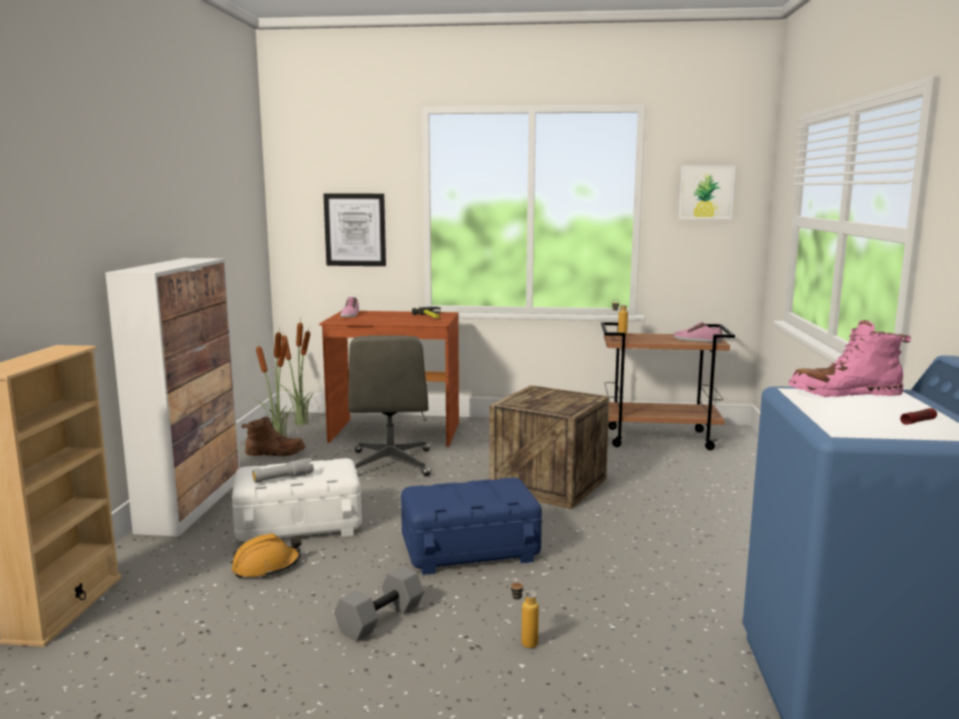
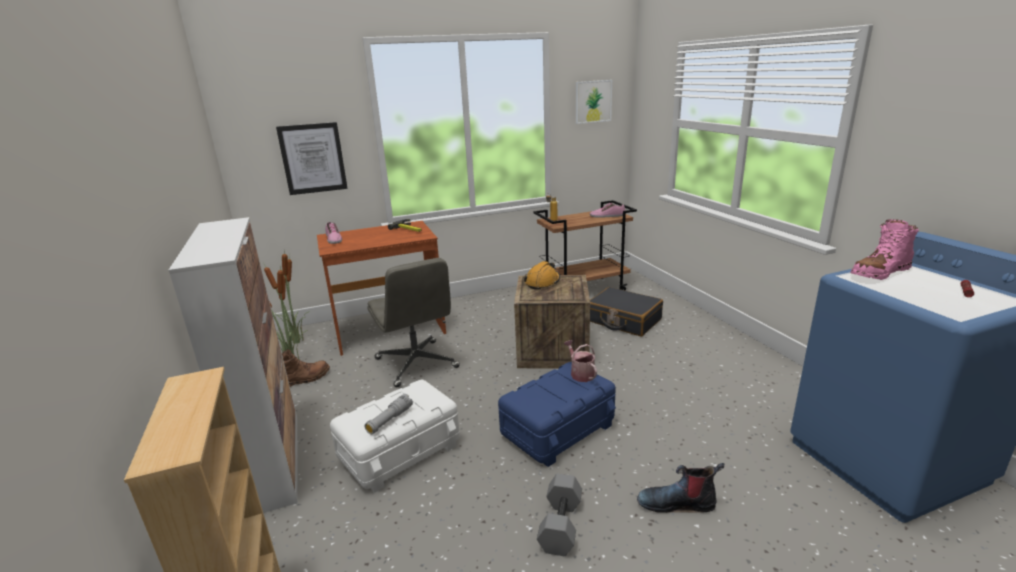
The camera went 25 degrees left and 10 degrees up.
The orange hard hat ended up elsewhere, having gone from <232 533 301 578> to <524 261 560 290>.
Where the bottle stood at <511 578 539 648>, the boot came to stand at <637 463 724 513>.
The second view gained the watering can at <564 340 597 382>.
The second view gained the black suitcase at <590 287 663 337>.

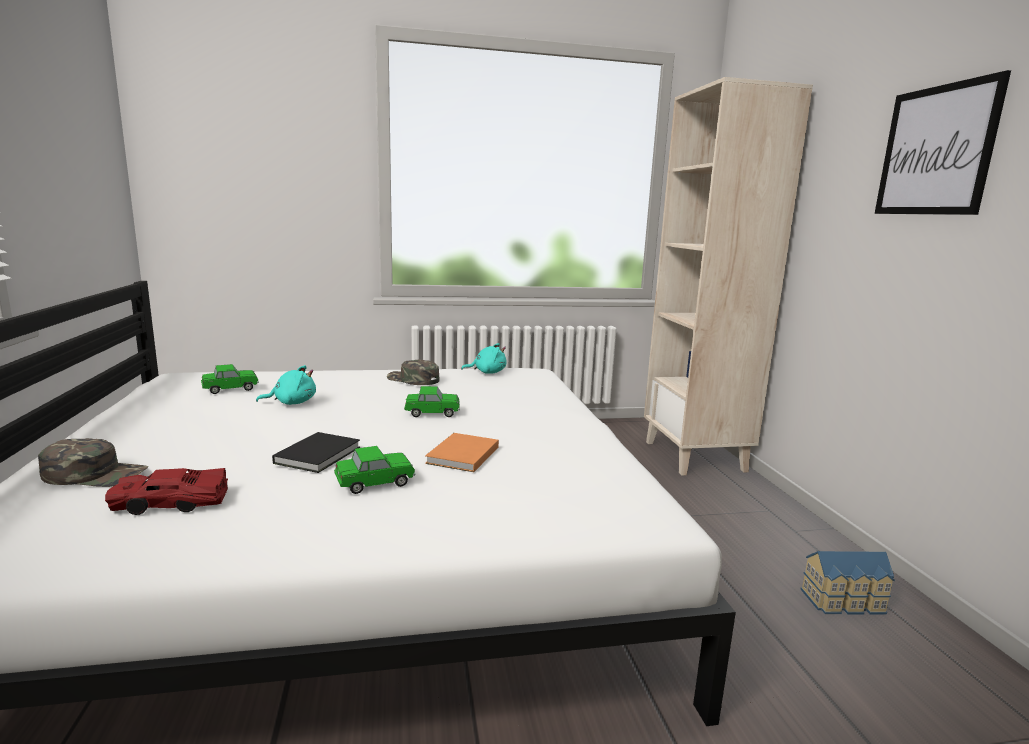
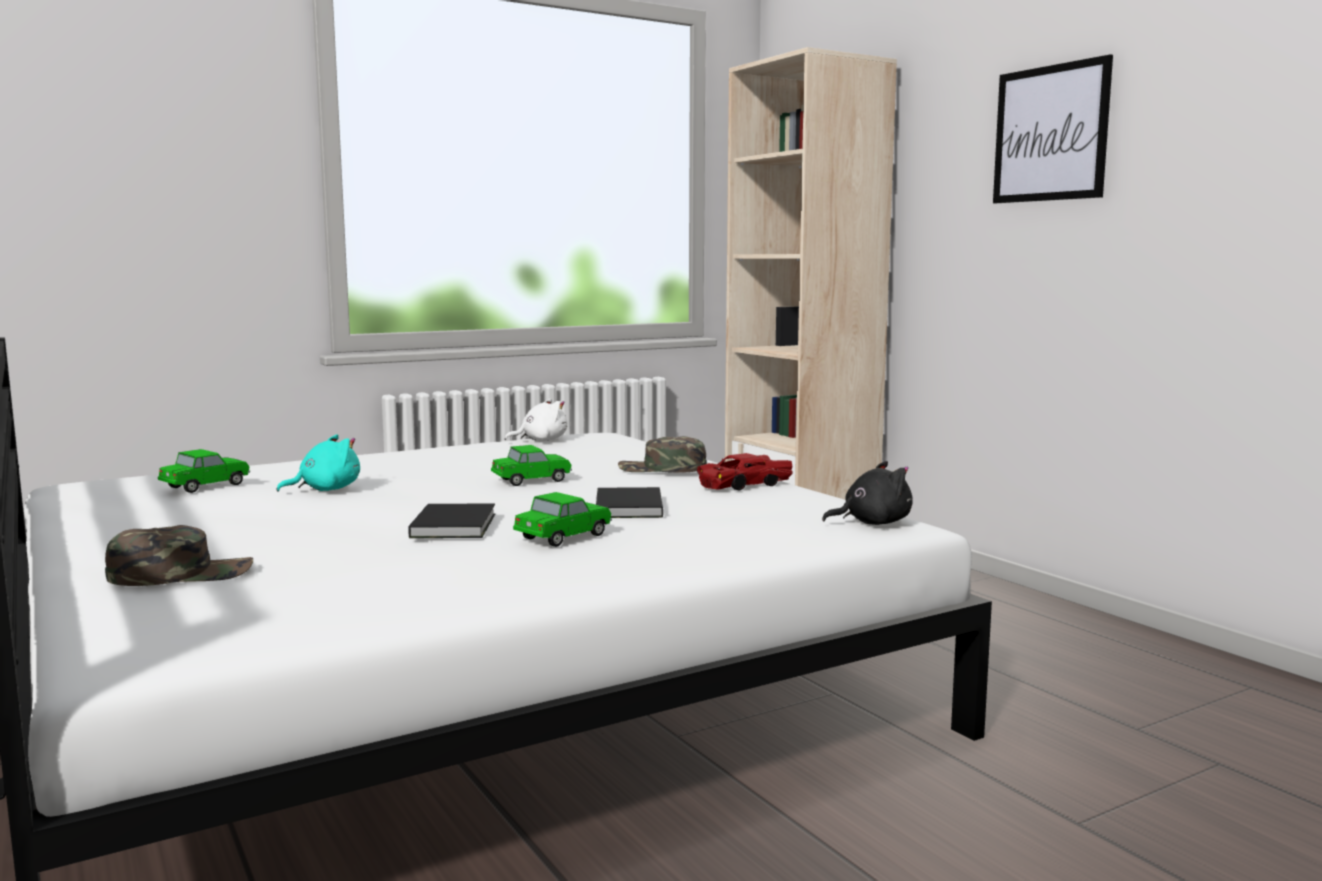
The camera went 20 degrees left and 5 degrees down.
The red toy car ended up elsewhere, having gone from <105 468 228 515> to <697 453 793 491>.
The green cap ended up elsewhere, having gone from <387 360 440 385> to <618 436 707 473>.
What was the orange book at <425 433 499 472> turned into the black book at <596 487 663 518>.
What was the turquoise plush toy at <461 343 507 374> turned into the white plush toy at <505 399 567 441>.
The second view lost the toy house at <801 551 895 614>.
The second view gained the black plush toy at <822 461 913 525>.

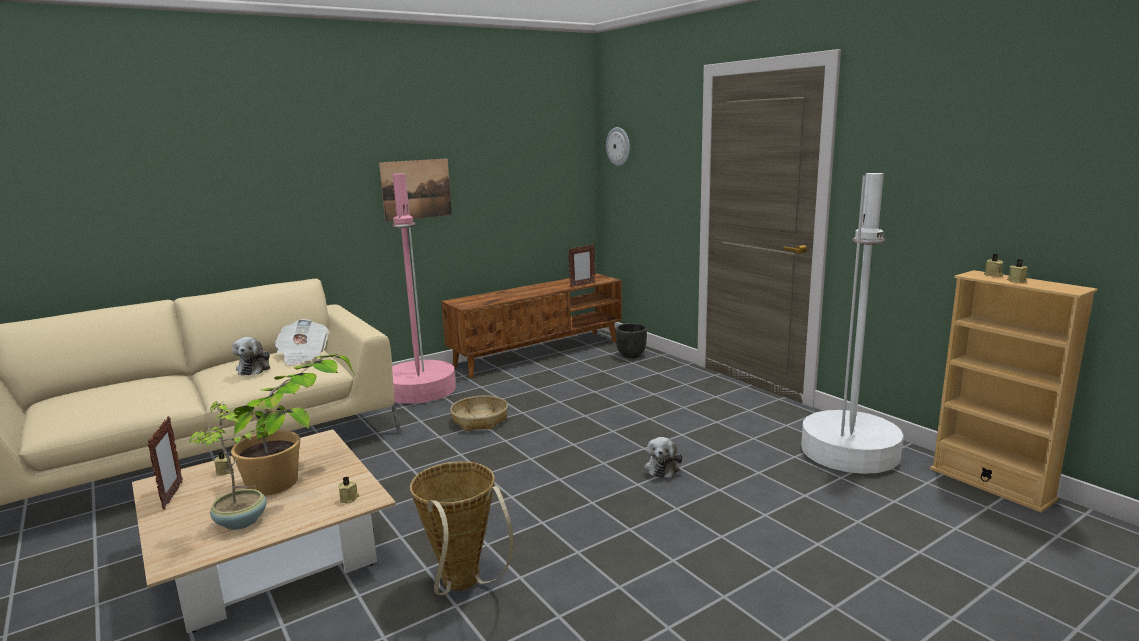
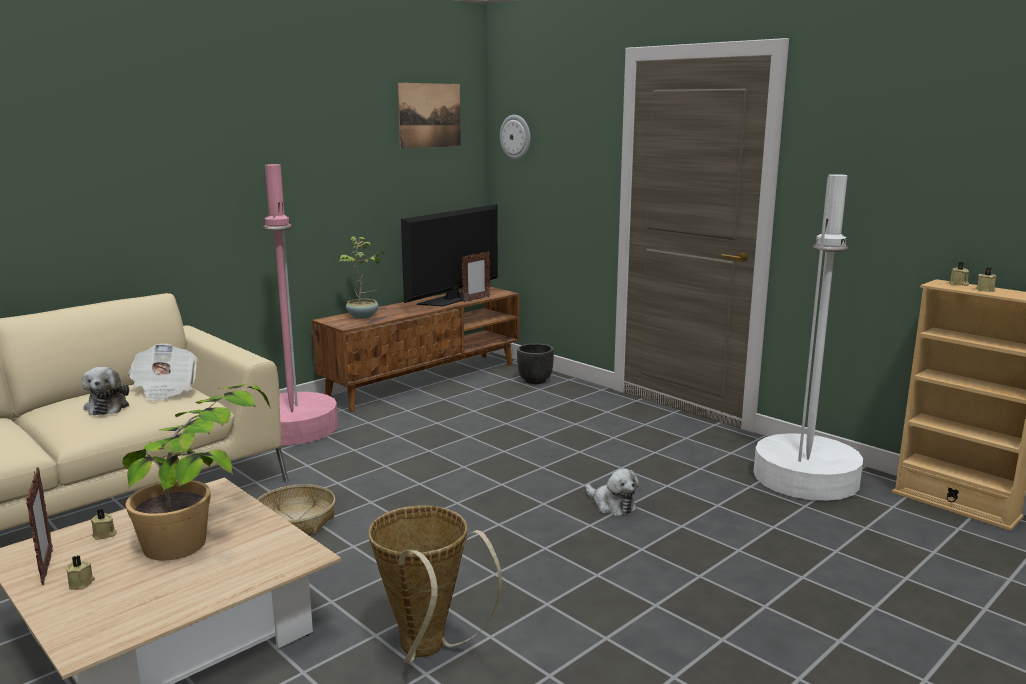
The camera went 10 degrees left and 0 degrees up.
The potted plant ended up elsewhere, having gone from <188 401 273 530> to <339 236 384 319>.
The beige candle ended up elsewhere, having gone from <338 477 359 503> to <66 555 95 590>.
The picture ended up elsewhere, having gone from <379 158 452 222> to <398 83 461 149>.
The basket ended up elsewhere, having gone from <450 395 508 431> to <257 484 335 535>.
The plush toy at <645 437 682 478> ended up facing another way, 45 degrees counterclockwise from before.
The second view gained the television at <401 204 498 307>.

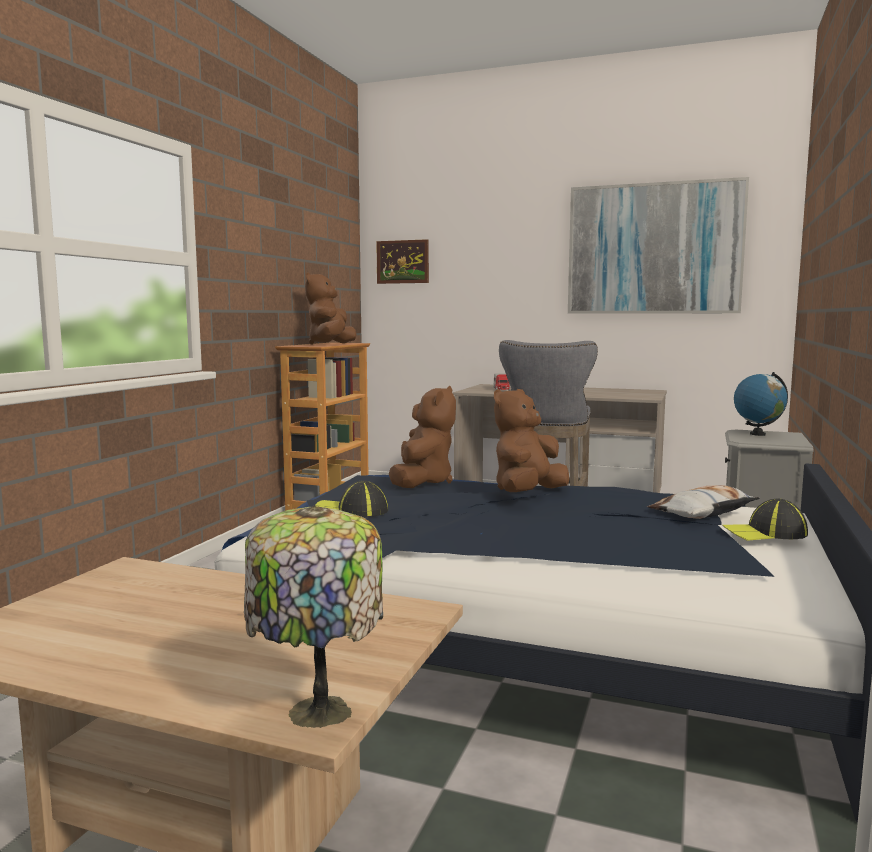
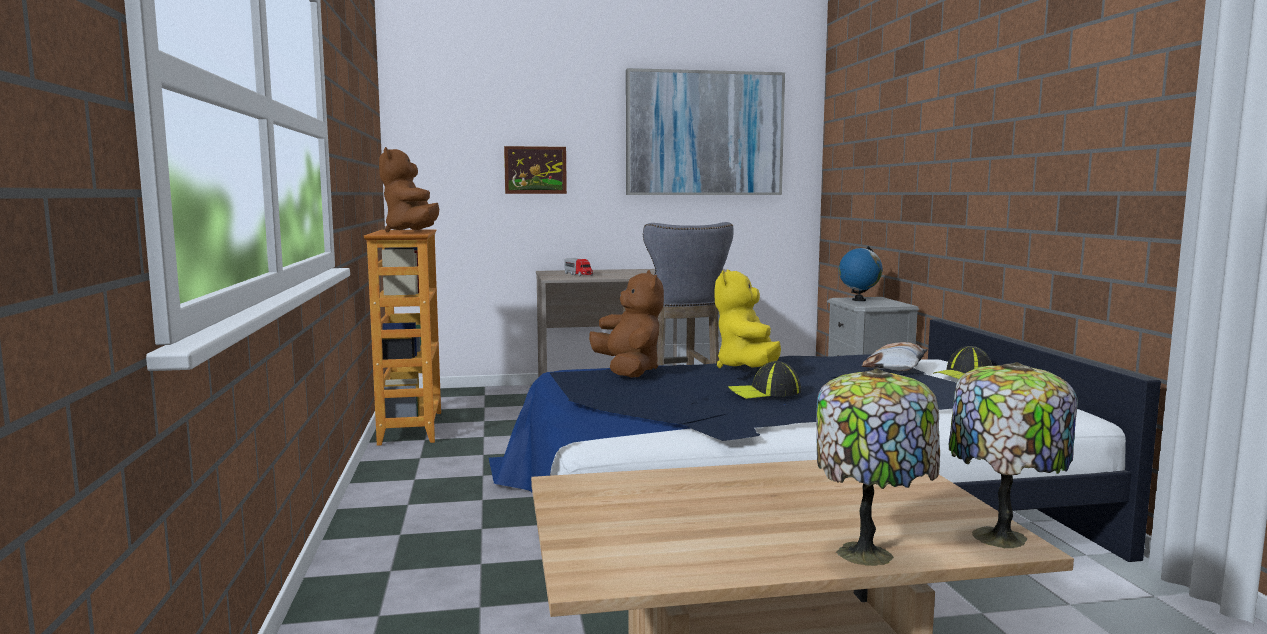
The camera went 30 degrees left and 0 degrees up.
The cap ended up elsewhere, having gone from <315 481 388 517> to <728 361 801 399>.
The picture ended up elsewhere, having gone from <376 239 429 284> to <504 146 567 194>.
What was the brown plush toy at <494 389 569 492> turned into the yellow plush toy at <714 270 781 368>.
The second view gained the table lamp at <816 369 940 566>.

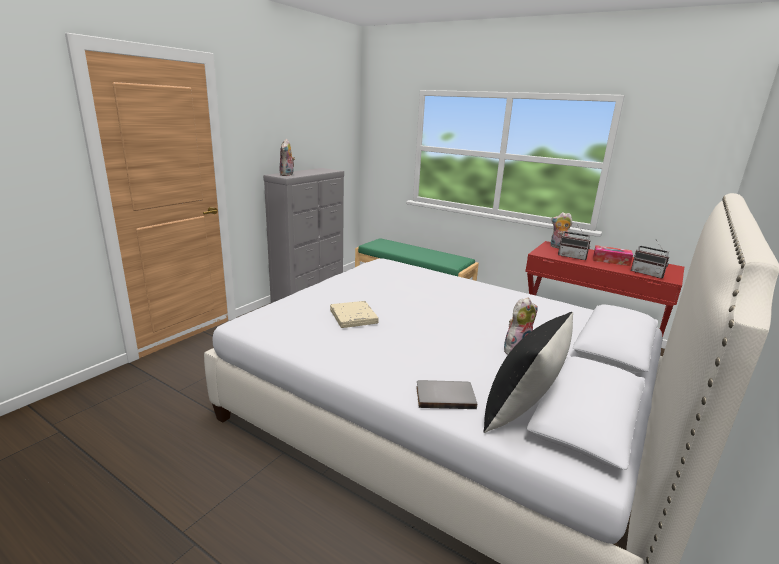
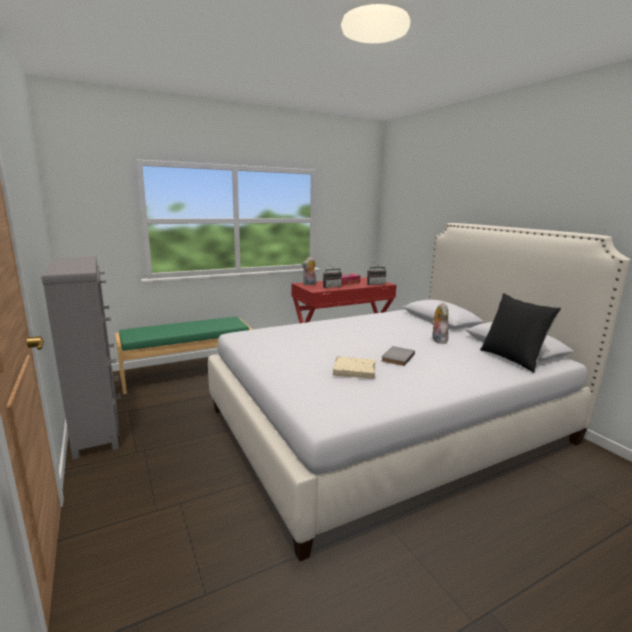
The camera went 60 degrees left and 5 degrees down.
The second view lost the plush toy at <280 139 295 176>.
The grey book ended up elsewhere, having gone from <416 380 477 409> to <381 346 415 366>.

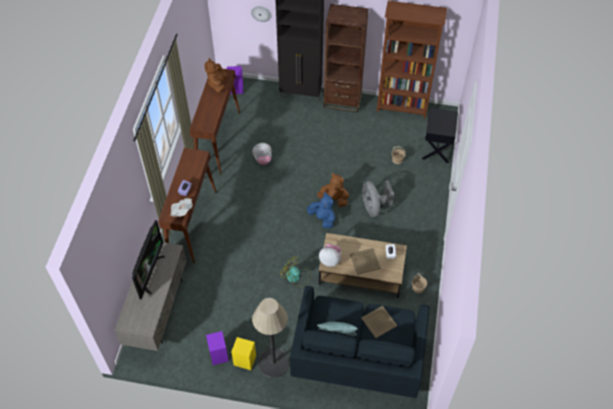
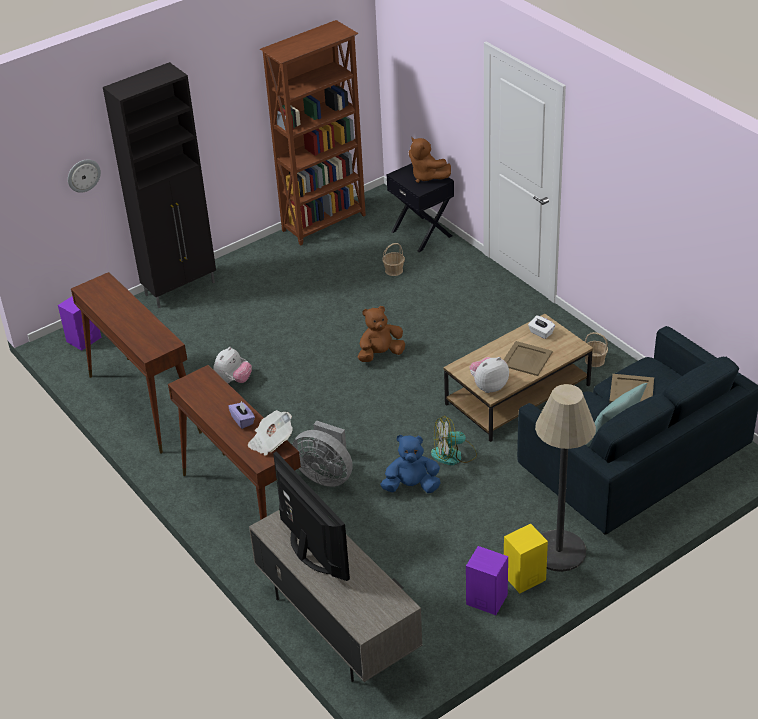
The camera went 45 degrees left and 15 degrees down.
The brown plush toy ended up elsewhere, having gone from <204 58 227 93> to <409 137 451 183>.
The blue plush toy ended up elsewhere, having gone from <307 192 335 228> to <380 435 441 493>.
The second view lost the brown bookcase at <323 4 369 112>.
The grey fan ended up elsewhere, having gone from <362 180 394 217> to <292 421 353 487>.

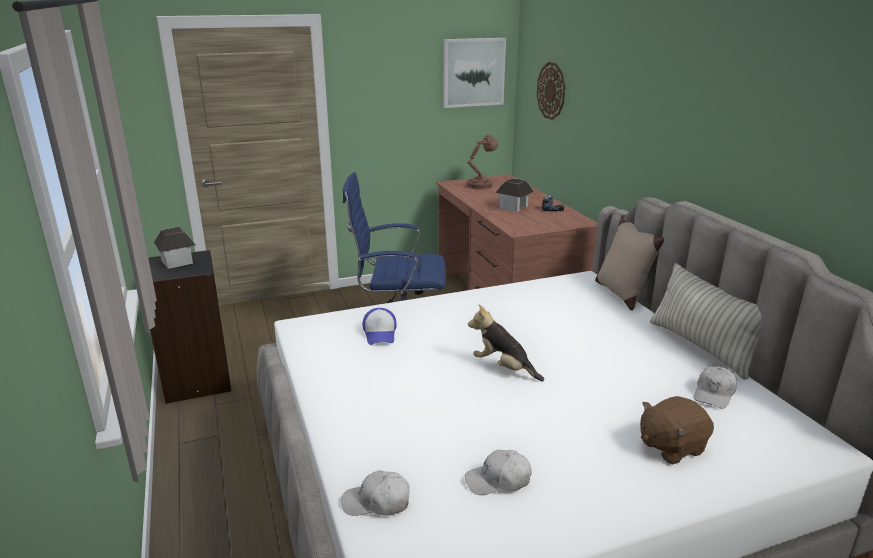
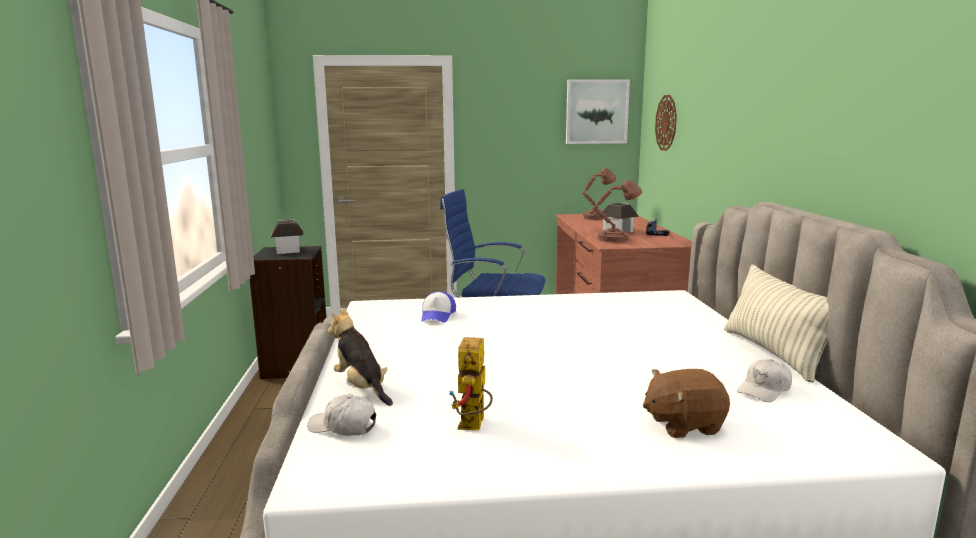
The camera went 15 degrees right and 10 degrees down.
Where the white cap stood at <465 449 532 495>, the toy robot came to stand at <449 337 493 430>.
The plush toy ended up elsewhere, having gone from <468 304 544 382> to <328 308 393 406>.
The second view lost the beige pillow at <595 215 664 311>.
The second view gained the brown table lamp at <593 179 642 243>.

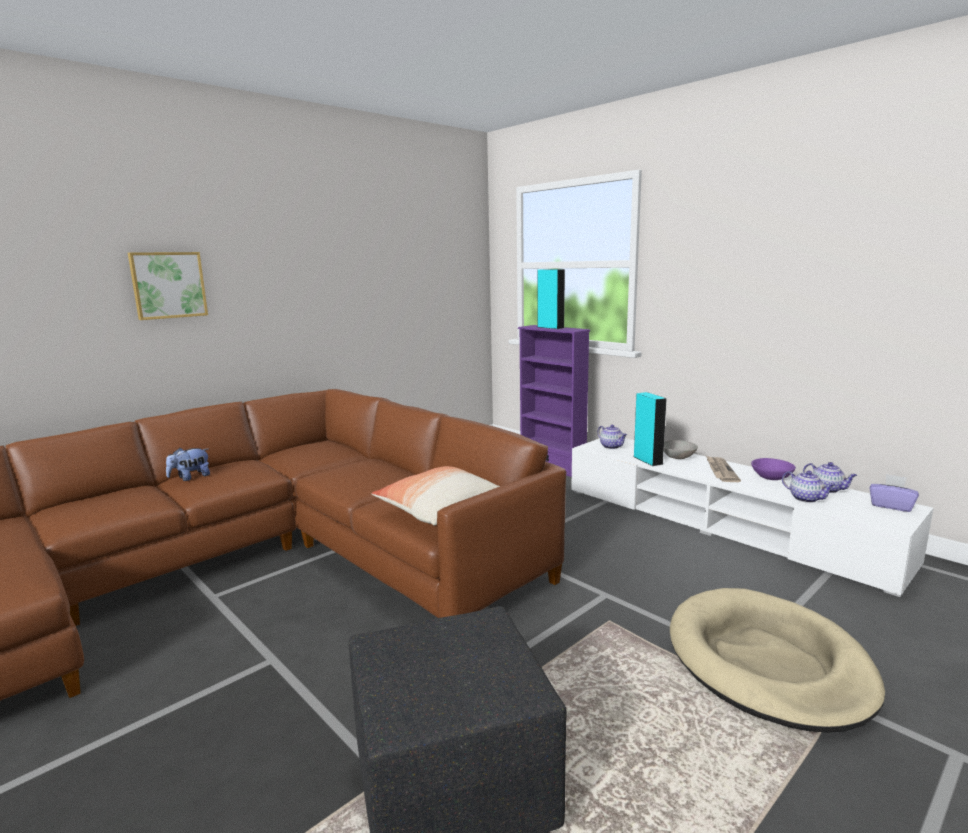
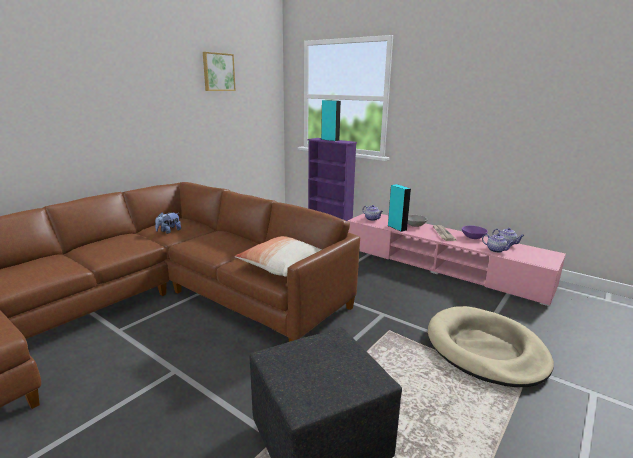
The camera went 10 degrees left and 5 degrees up.
The picture ended up elsewhere, having gone from <128 252 208 320> to <203 52 236 91>.
The plush toy ended up elsewhere, having gone from <166 448 210 481> to <155 212 181 234>.
What was the white tv stand at <571 438 933 597> turned into the pink tv stand at <348 213 566 306>.
The second view lost the purple tissue box at <870 474 919 512>.

